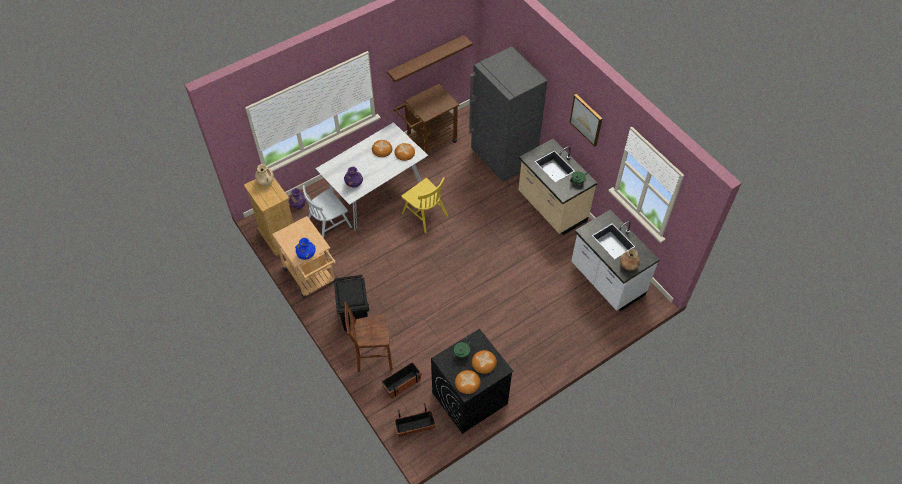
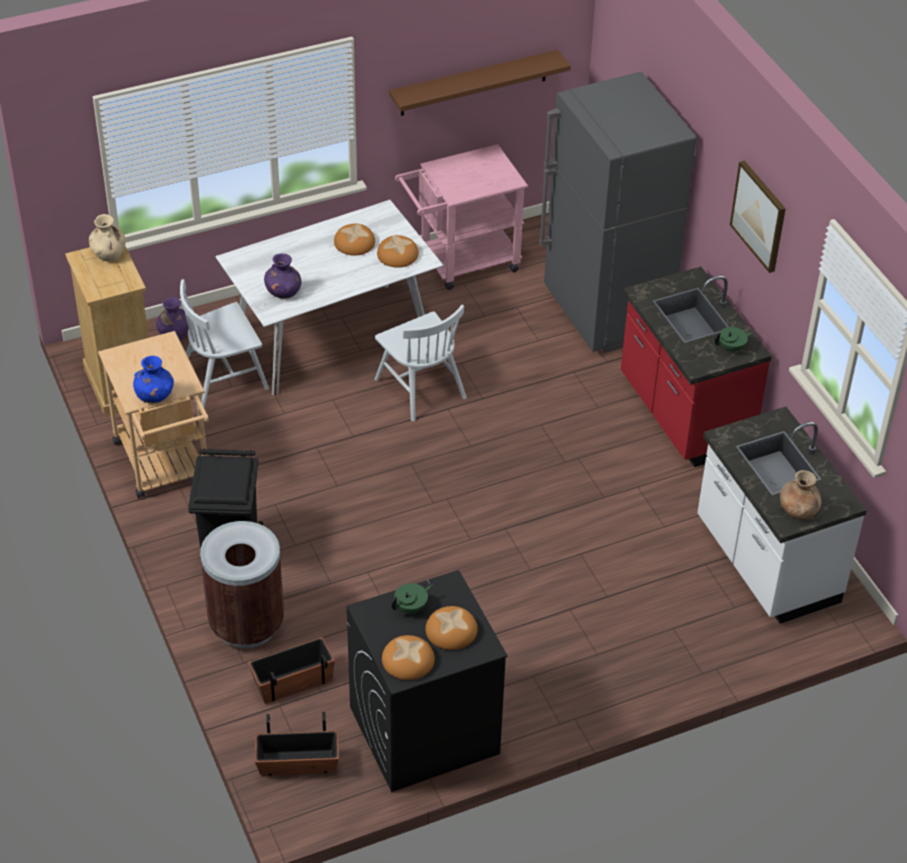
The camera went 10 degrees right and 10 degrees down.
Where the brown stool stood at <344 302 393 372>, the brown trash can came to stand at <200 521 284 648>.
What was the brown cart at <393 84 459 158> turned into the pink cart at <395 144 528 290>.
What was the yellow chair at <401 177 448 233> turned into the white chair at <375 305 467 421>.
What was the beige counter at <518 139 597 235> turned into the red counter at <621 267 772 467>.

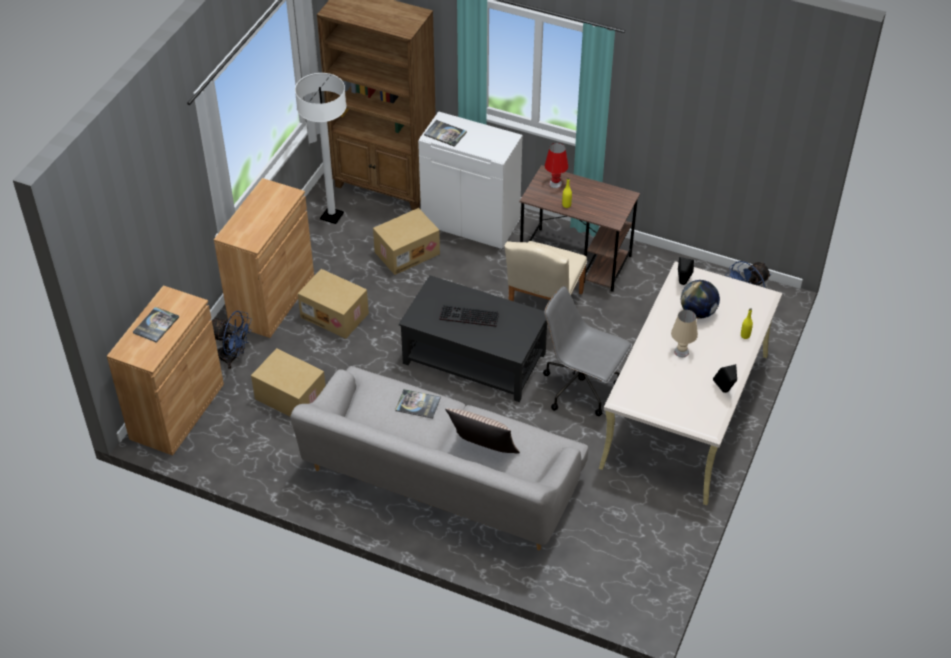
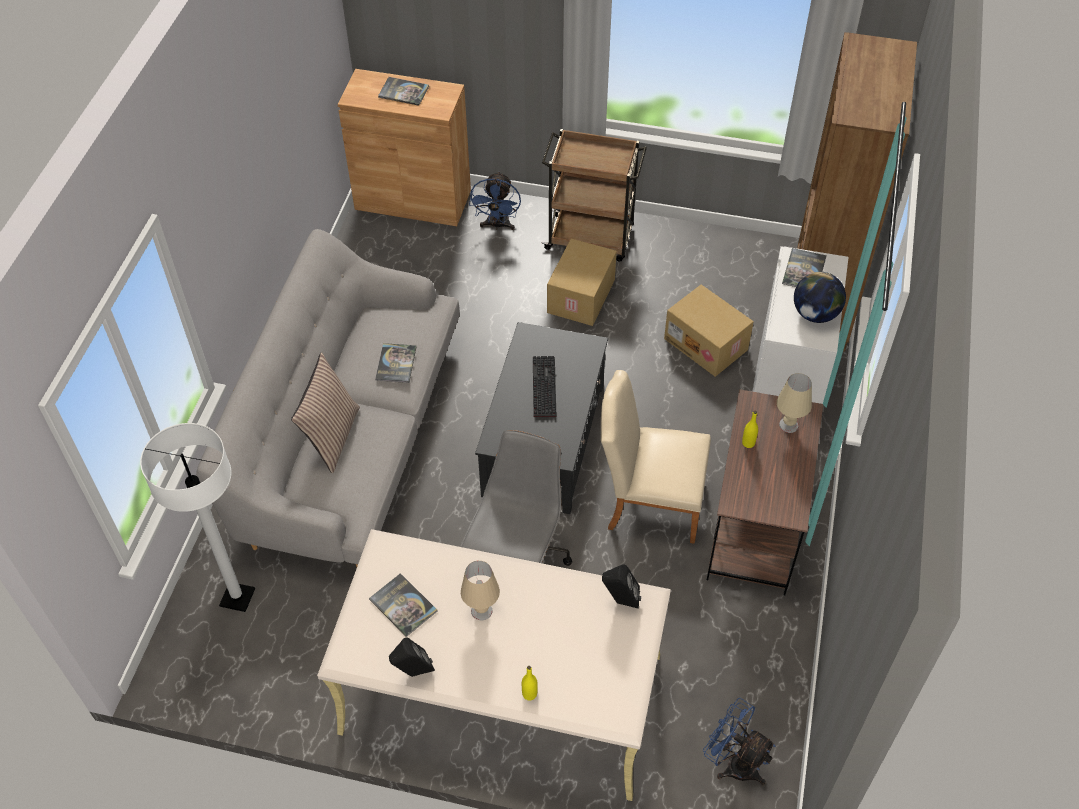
The camera went 80 degrees right and 5 degrees up.
Where the brown cabinet stood at <214 178 314 338>, the brown cart came to stand at <541 129 647 262>.
The second view lost the cardboard box at <251 348 326 417>.
The white floor lamp ended up elsewhere, having gone from <295 73 346 224> to <140 423 255 612>.
What was the red table lamp at <545 143 568 188> turned into the beige table lamp at <777 373 812 433>.
The globe ended up elsewhere, having gone from <681 280 720 319> to <794 272 846 323>.
The second view gained the book at <369 573 437 637>.

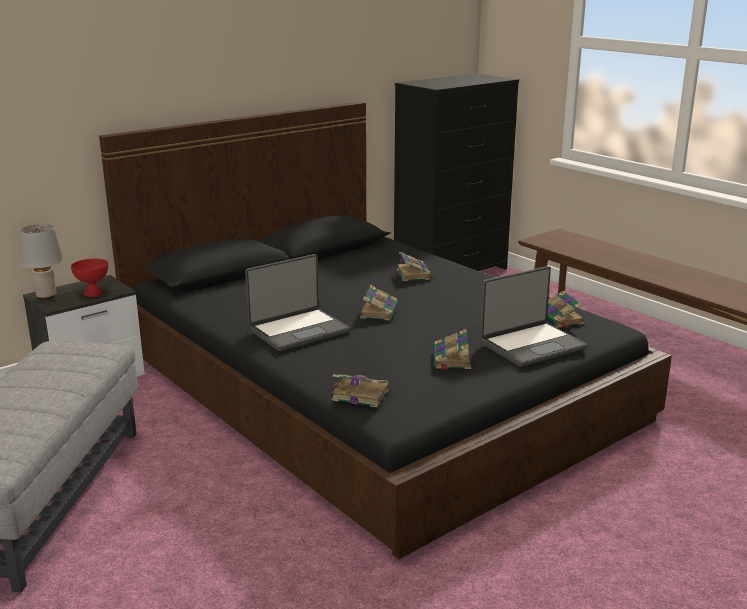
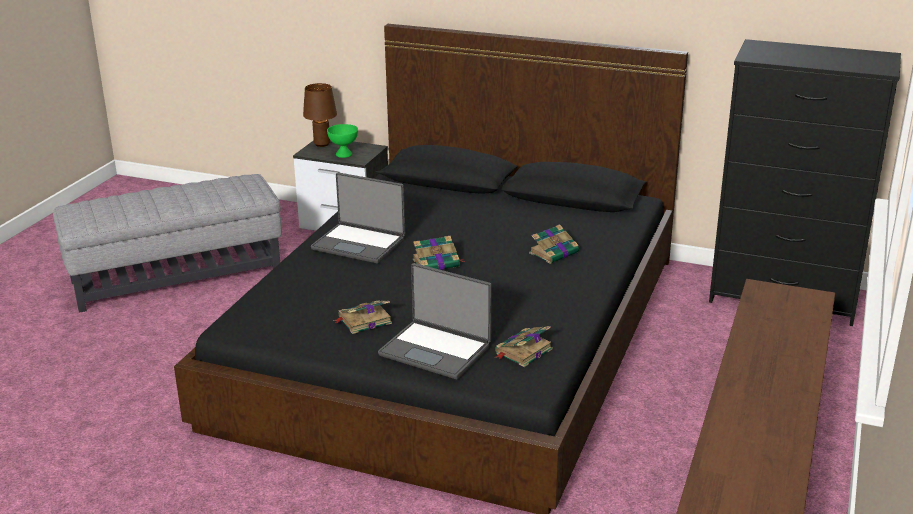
The camera went 60 degrees right and 5 degrees up.
What was the grey table lamp at <20 224 63 300> turned into the brown table lamp at <303 83 337 147>.
What was the red bowl at <71 259 108 297> turned into the green bowl at <327 124 358 158>.
The second view lost the book at <332 375 389 407>.

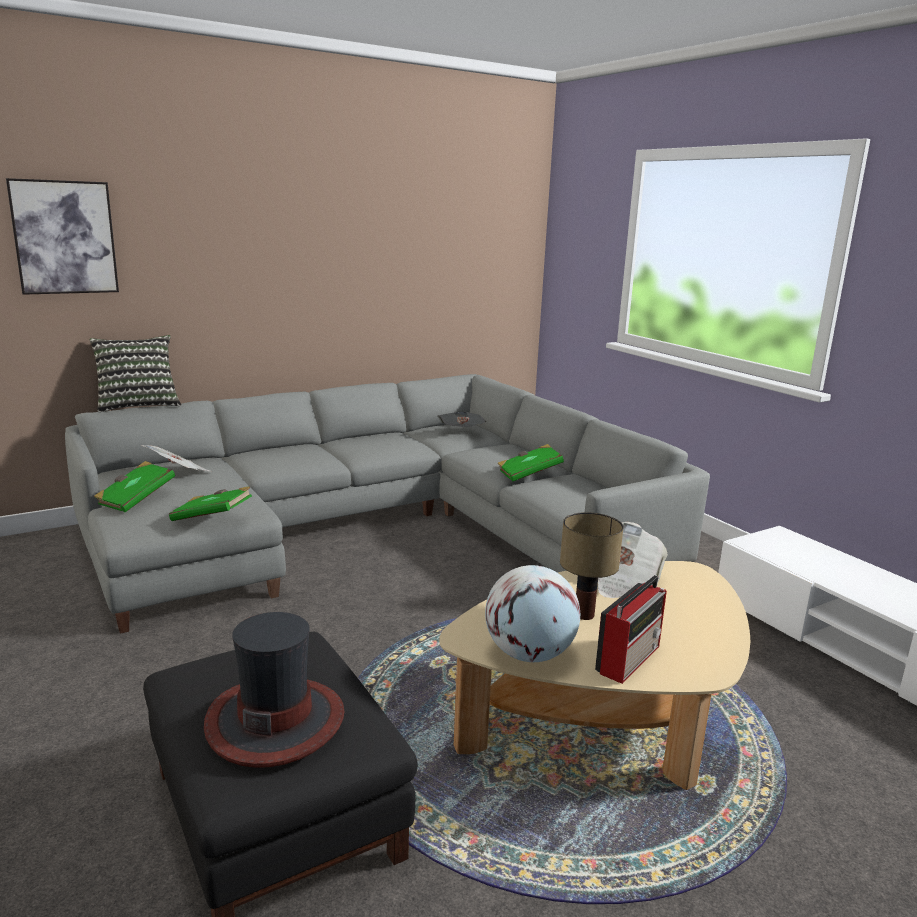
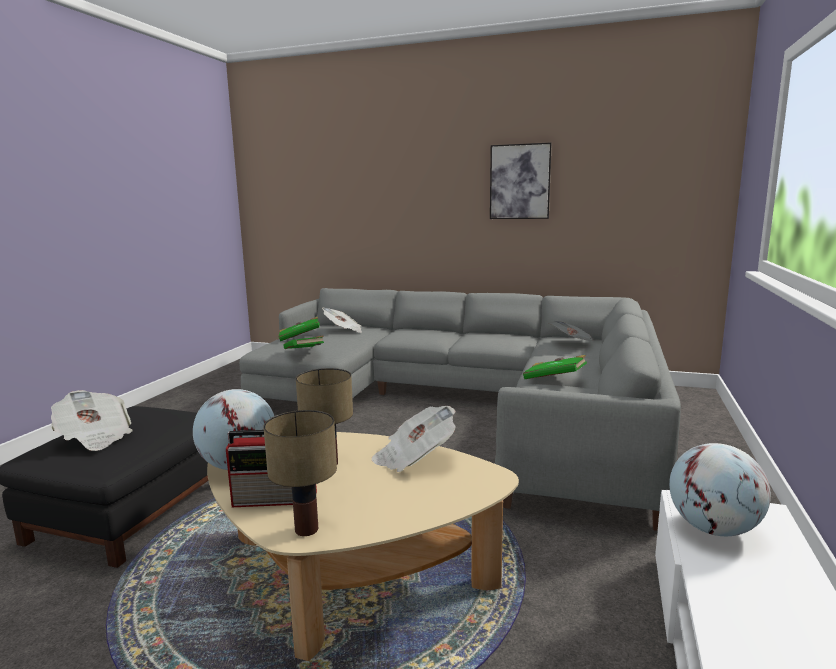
The camera went 50 degrees right and 5 degrees down.
The picture ended up elsewhere, having gone from <6 178 119 295> to <490 142 552 219>.
The second view lost the pillow at <90 335 181 412>.
Where the hat stood at <204 612 345 768>, the newspaper came to stand at <51 390 132 451>.
The second view gained the table lamp at <263 410 337 536>.
The second view gained the globe at <669 443 771 536>.

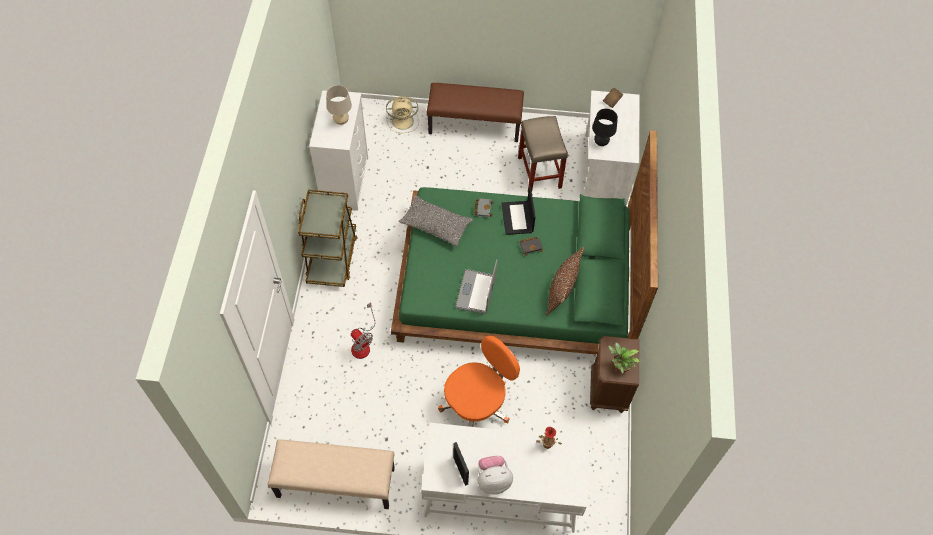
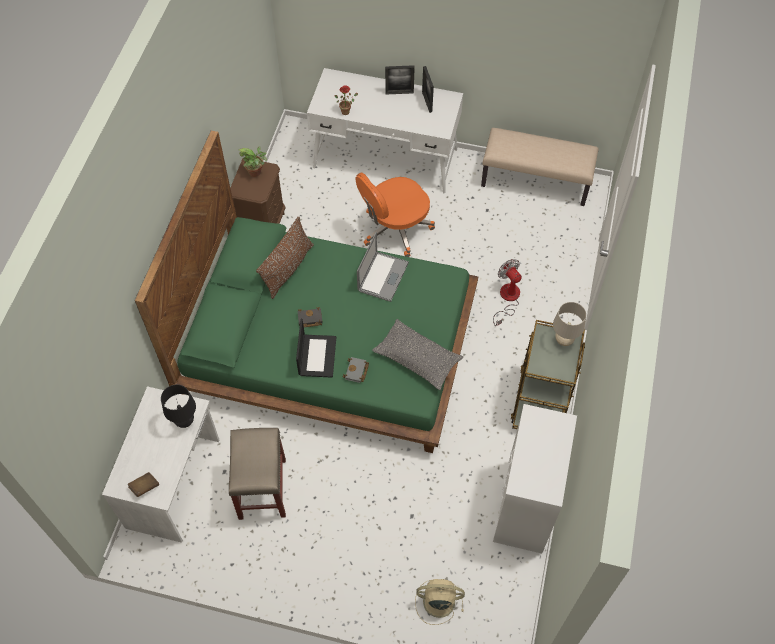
The camera went 170 degrees left and 0 degrees up.
The beige table lamp ended up elsewhere, having gone from <326 85 352 125> to <553 302 586 346>.
The second view lost the brown bench at <427 83 524 142>.
Where the plush toy stood at <478 456 513 495>, the picture frame came to stand at <385 65 415 94>.

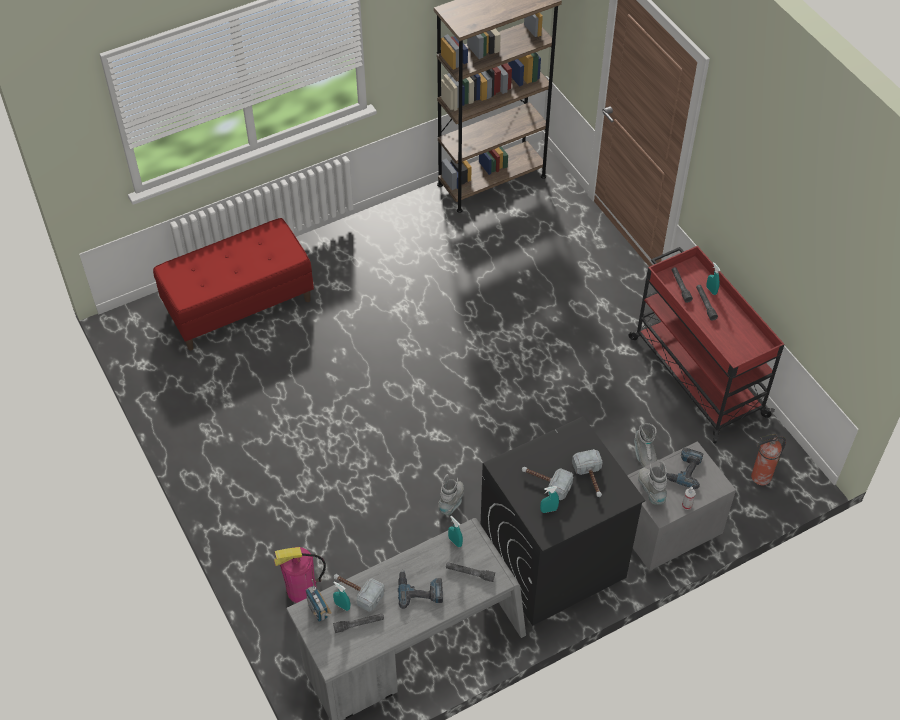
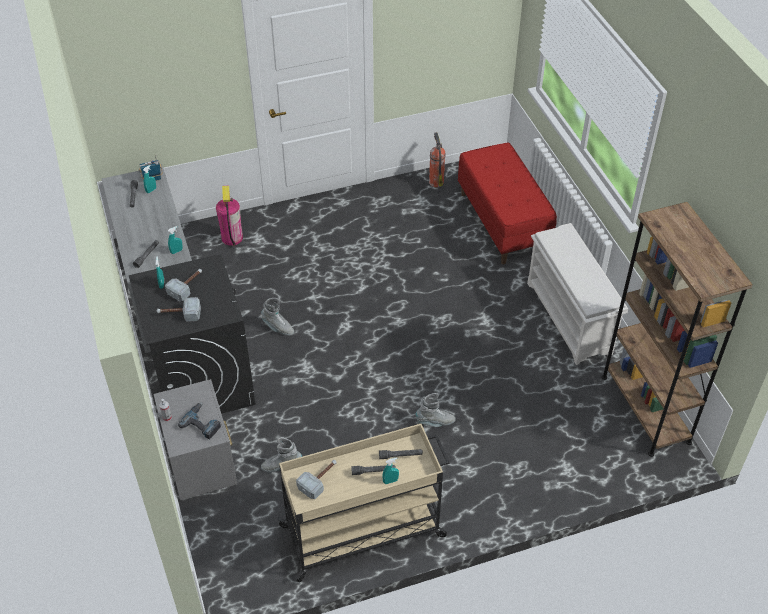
The camera went 100 degrees right and 5 degrees down.
The hammer ended up elsewhere, having gone from <334 574 384 612> to <296 460 337 499>.
The second view lost the power drill at <398 569 443 609>.
What was the red cart at <628 246 785 443> turned into the beige cart at <276 424 450 582>.
The grey boot ended up elsewhere, having gone from <638 461 667 505> to <416 393 456 427>.
The fire extinguisher ended up elsewhere, having gone from <751 434 786 485> to <429 132 446 187>.
The second view gained the white shoe rack at <527 223 628 365>.

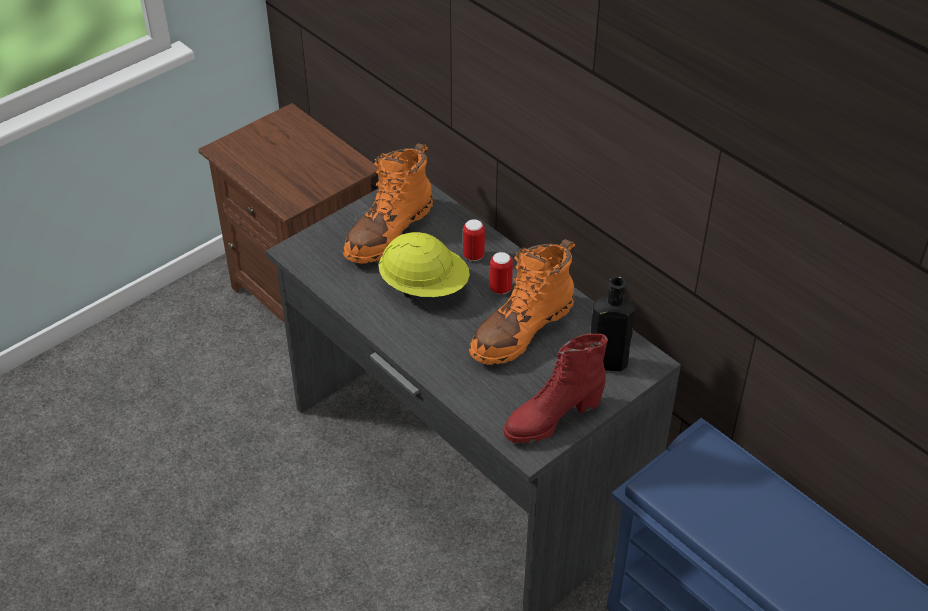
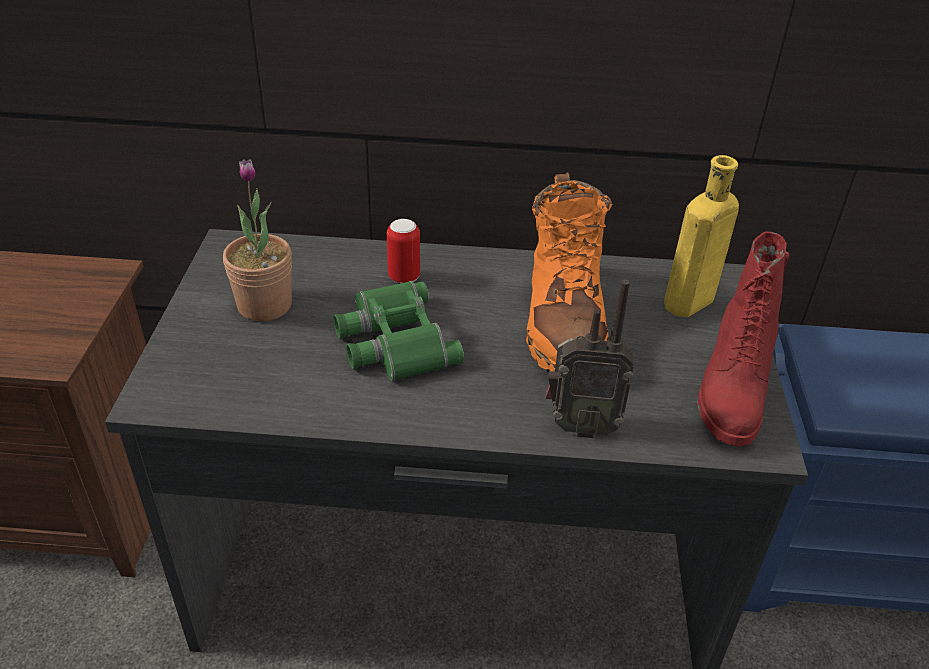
The camera went 45 degrees left and 5 degrees down.
Where the orange boot stood at <343 143 433 264>, the potted plant came to stand at <223 159 292 321>.
Where the yellow hard hat stood at <379 232 470 299>, the green binoculars came to stand at <333 281 464 381>.
The second view lost the can at <490 252 513 294>.
What was the black bottle at <590 276 636 371> turned into the yellow bottle at <664 155 739 317>.
The second view gained the radio at <546 280 634 438>.

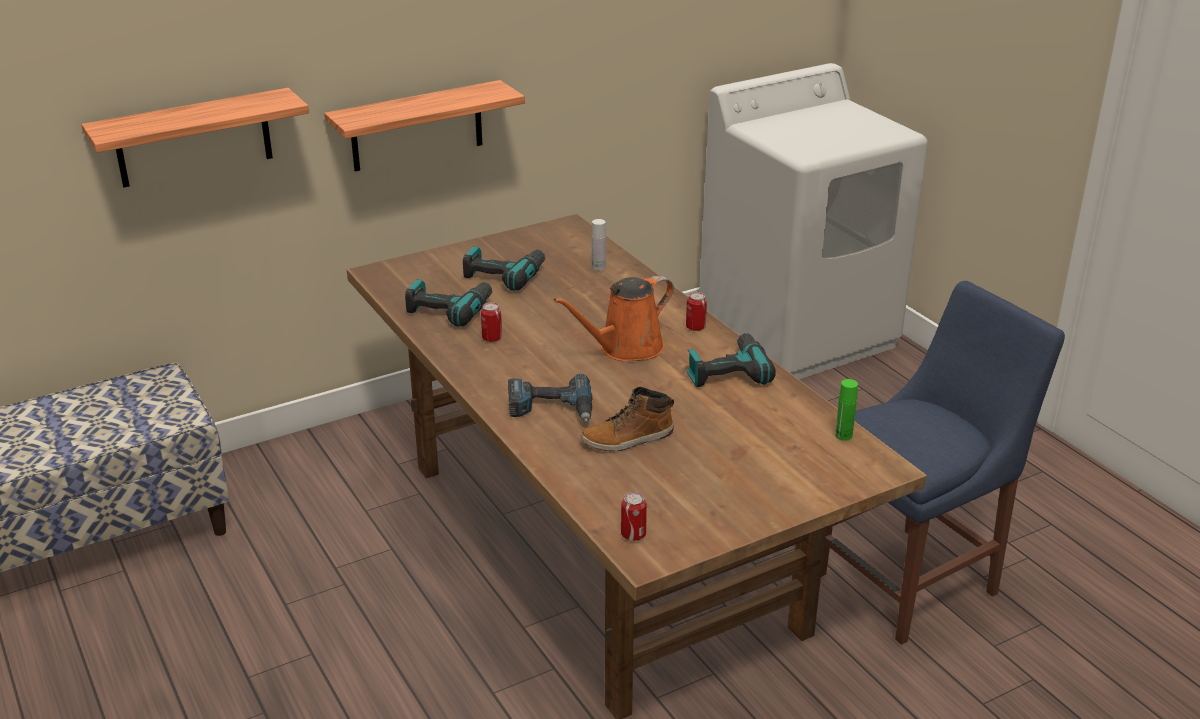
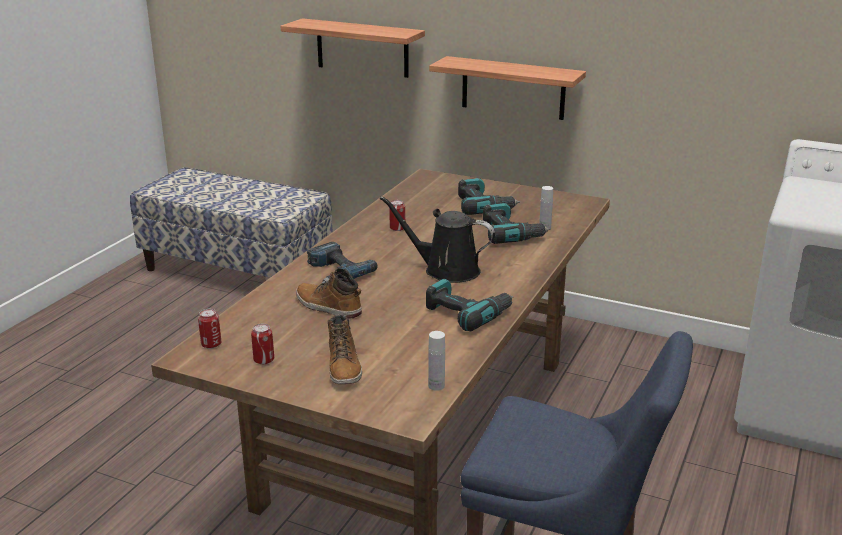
The camera went 55 degrees right and 5 degrees down.
The power drill ended up elsewhere, having gone from <405 279 492 327> to <483 203 551 244>.
What was the orange watering can at <554 275 674 361> turned into the black watering can at <380 196 495 283>.
The can ended up elsewhere, having gone from <686 292 707 331> to <251 323 274 364>.
What was the green bottle at <835 379 858 441> turned into the white bottle at <428 331 445 391>.
The second view gained the boot at <328 315 362 384>.

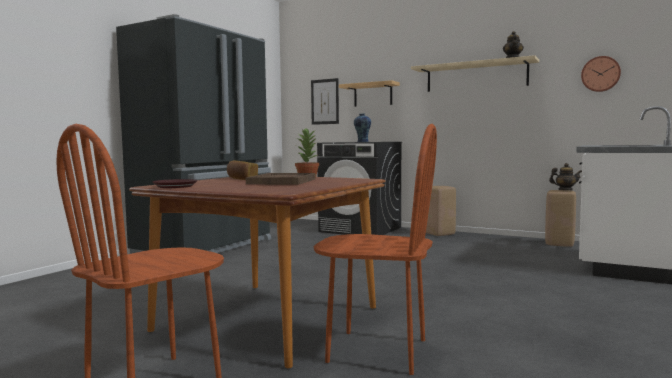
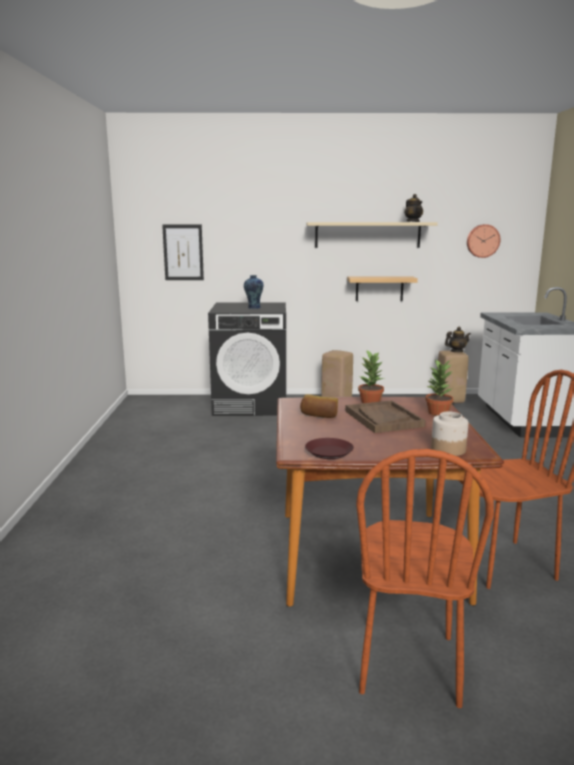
The camera went 30 degrees left and 10 degrees up.
The second view lost the black fridge at <116 14 271 254>.
The shelf ended up elsewhere, having gone from <339 80 400 107> to <347 276 418 301>.
The second view gained the potted plant at <425 359 453 416>.
The second view gained the jar at <431 411 468 456>.

